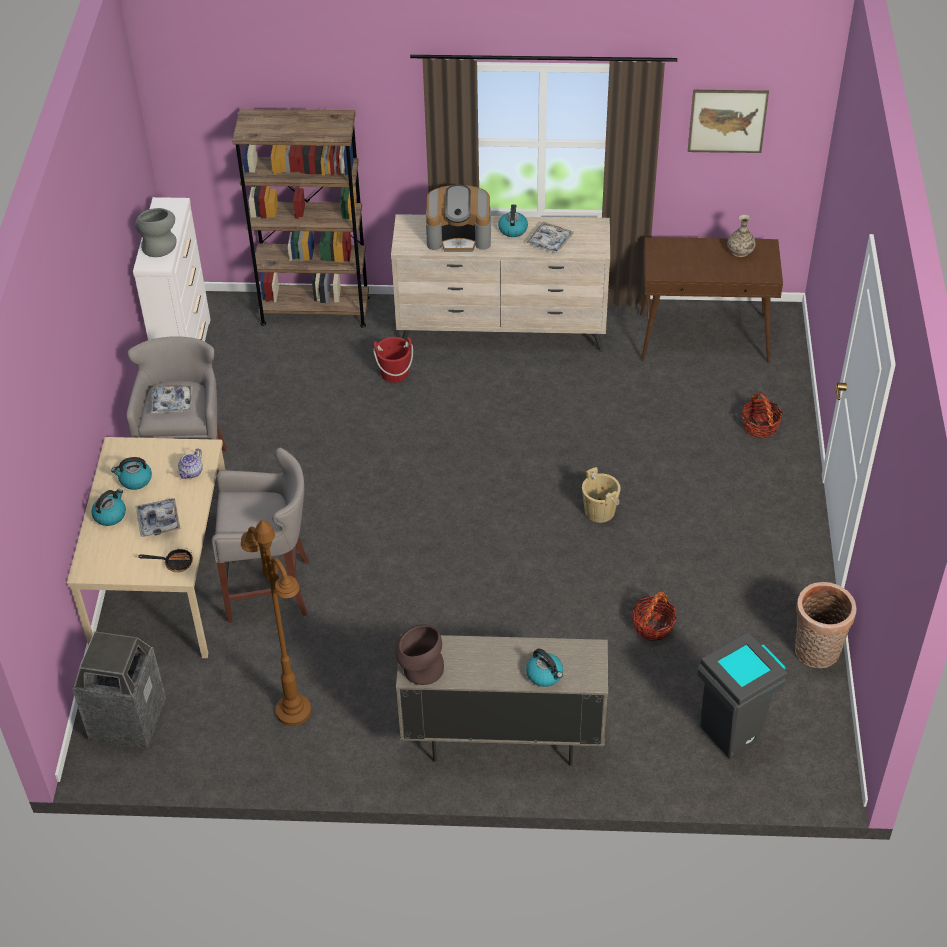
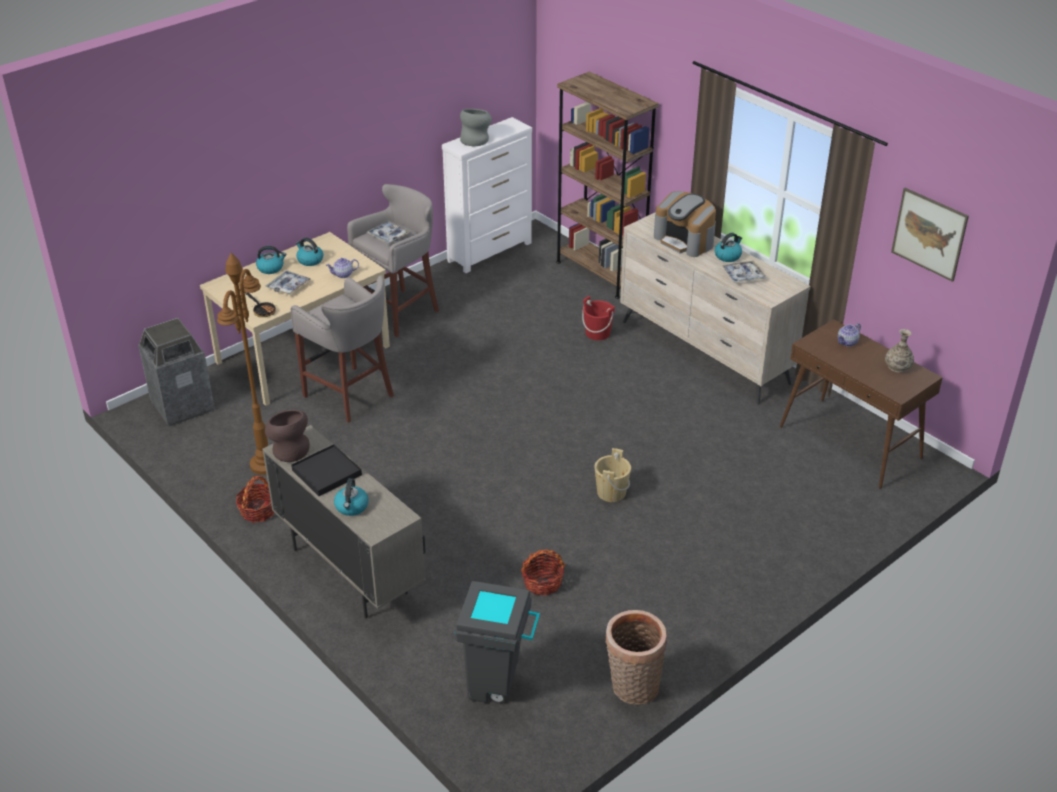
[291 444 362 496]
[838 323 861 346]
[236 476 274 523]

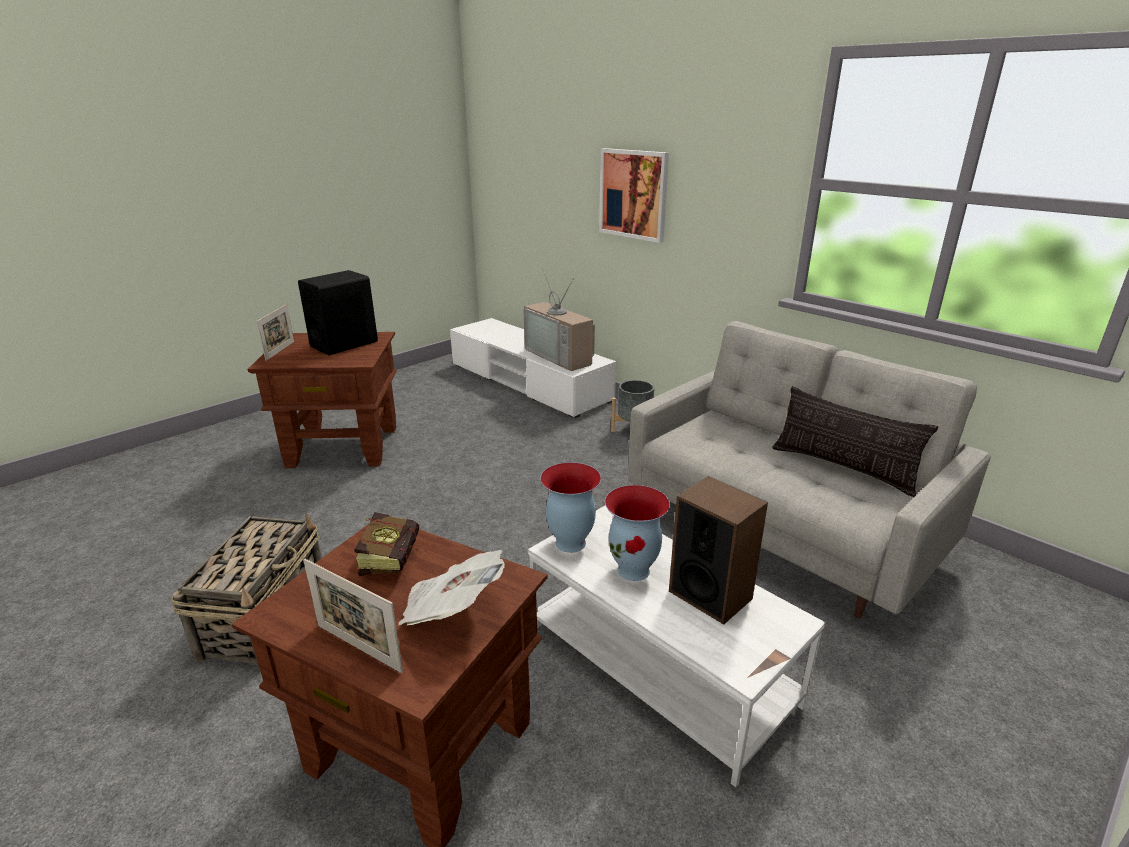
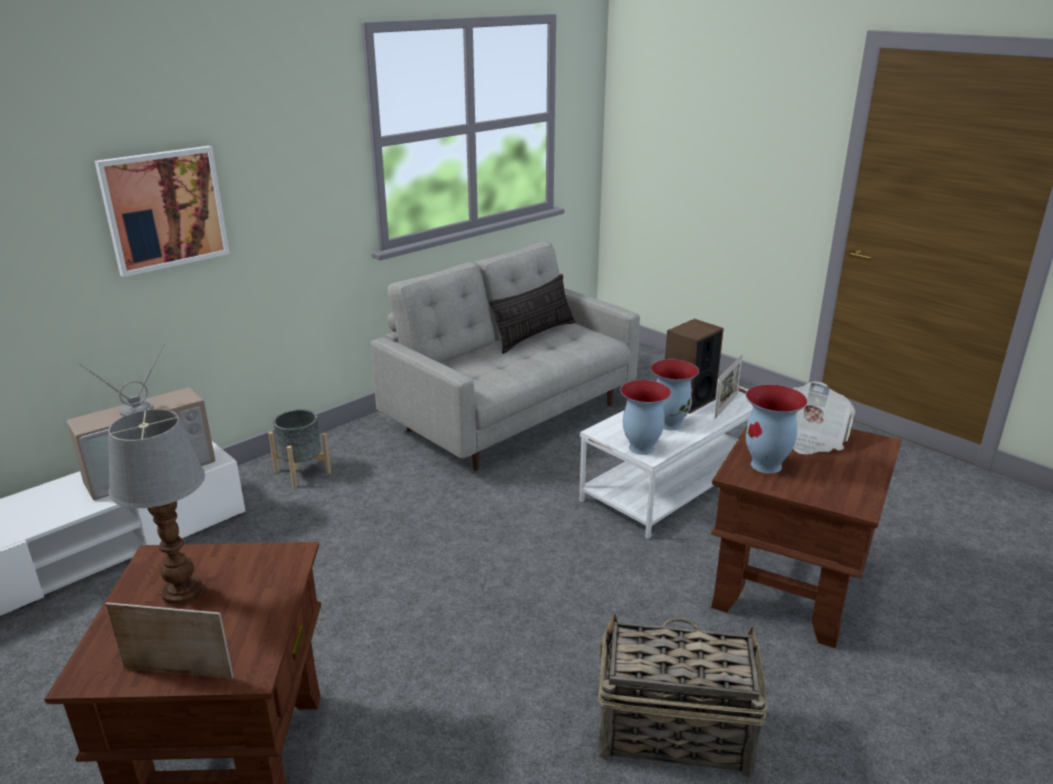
[715 355 743 419]
[108 409 205 606]
[745 384 808 474]

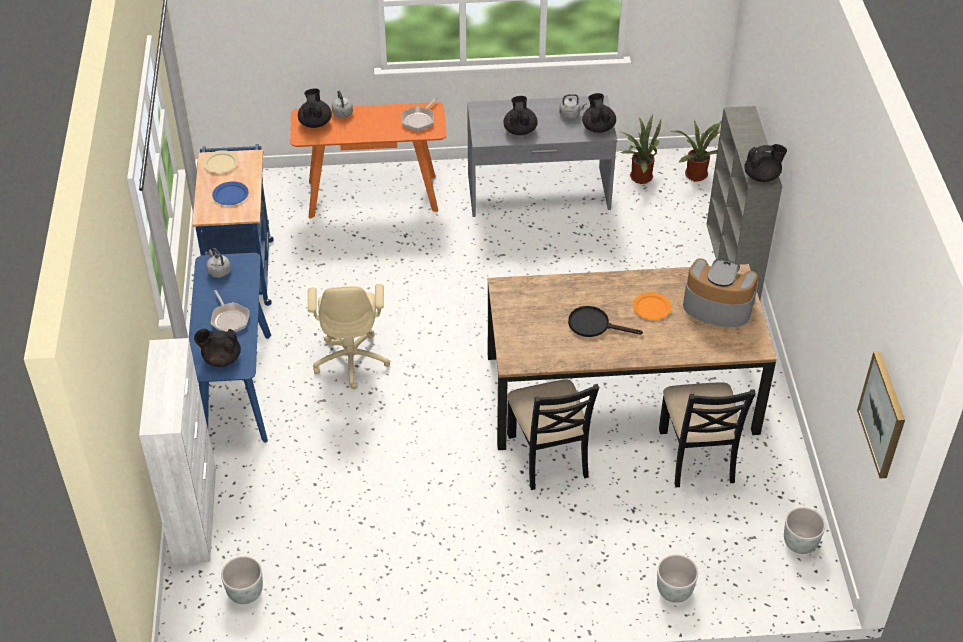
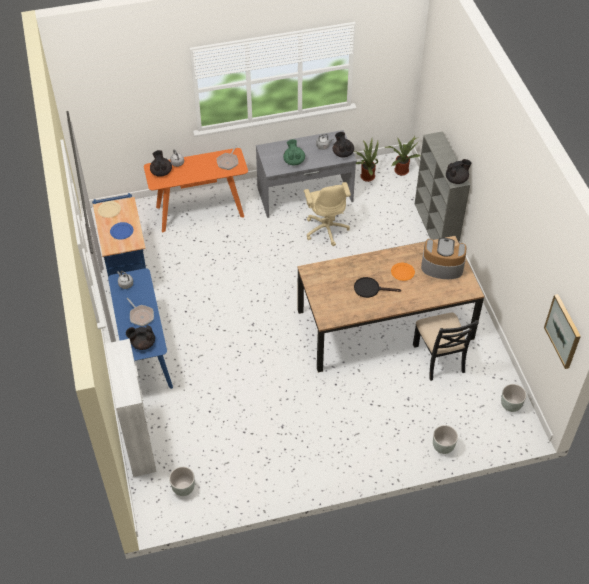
[507 380 599 490] (first image)
[304 182 351 246]
[283 139 305 165]

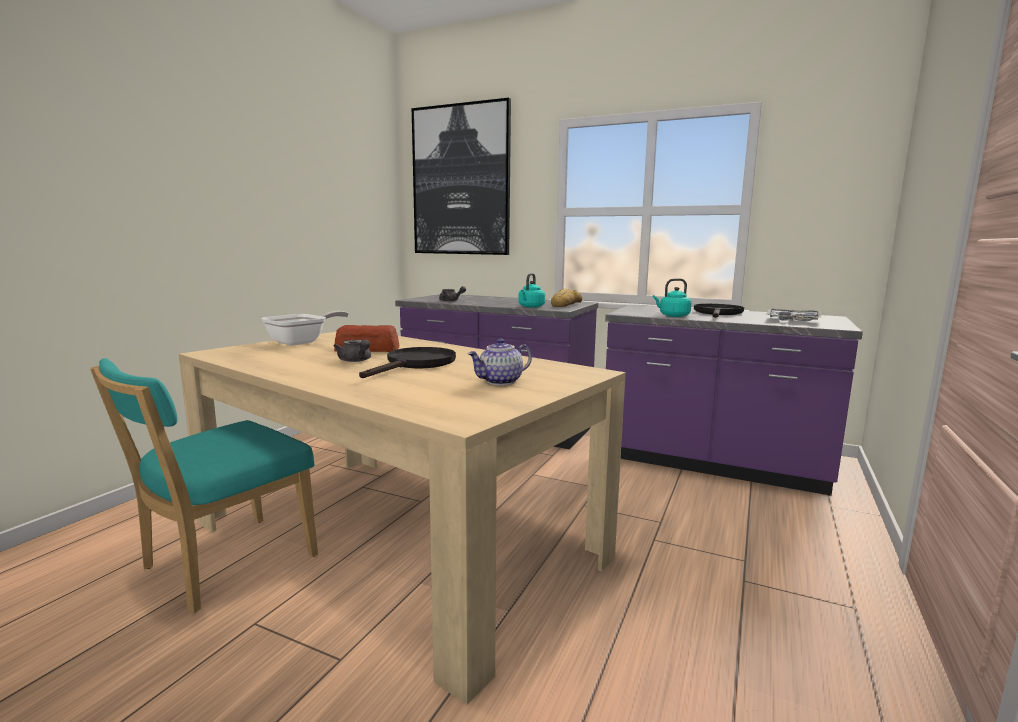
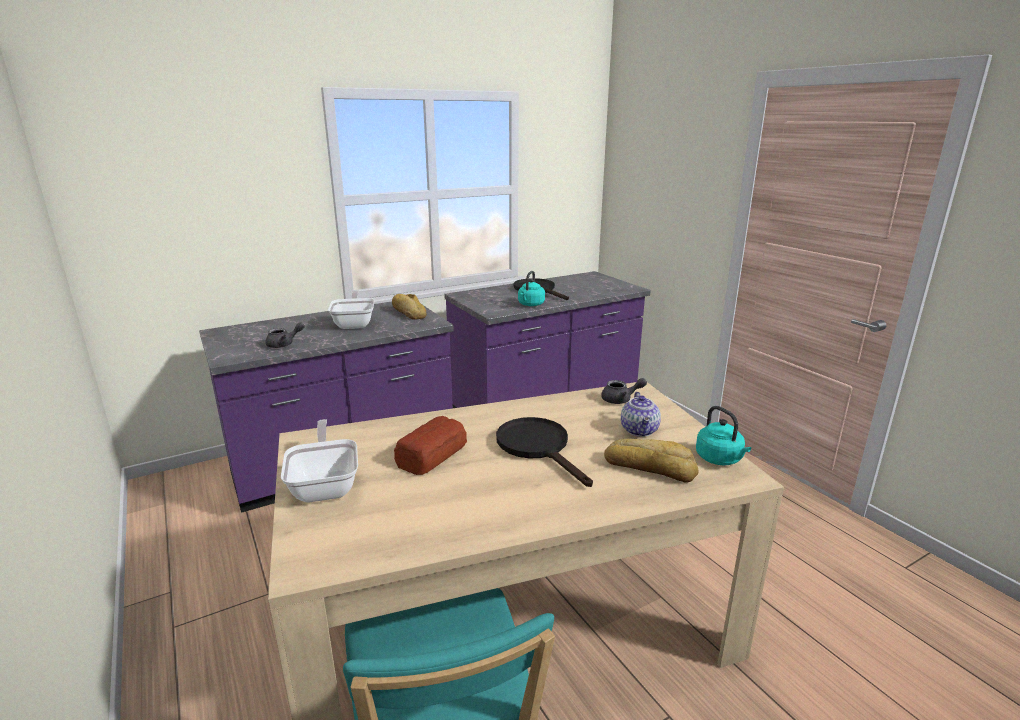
[412 98 511 255] (first image)
[765 309 821 321] (first image)
[328 290 375 329]
[604 439 698 483]
[601 378 647 404]
[696 406 751 465]

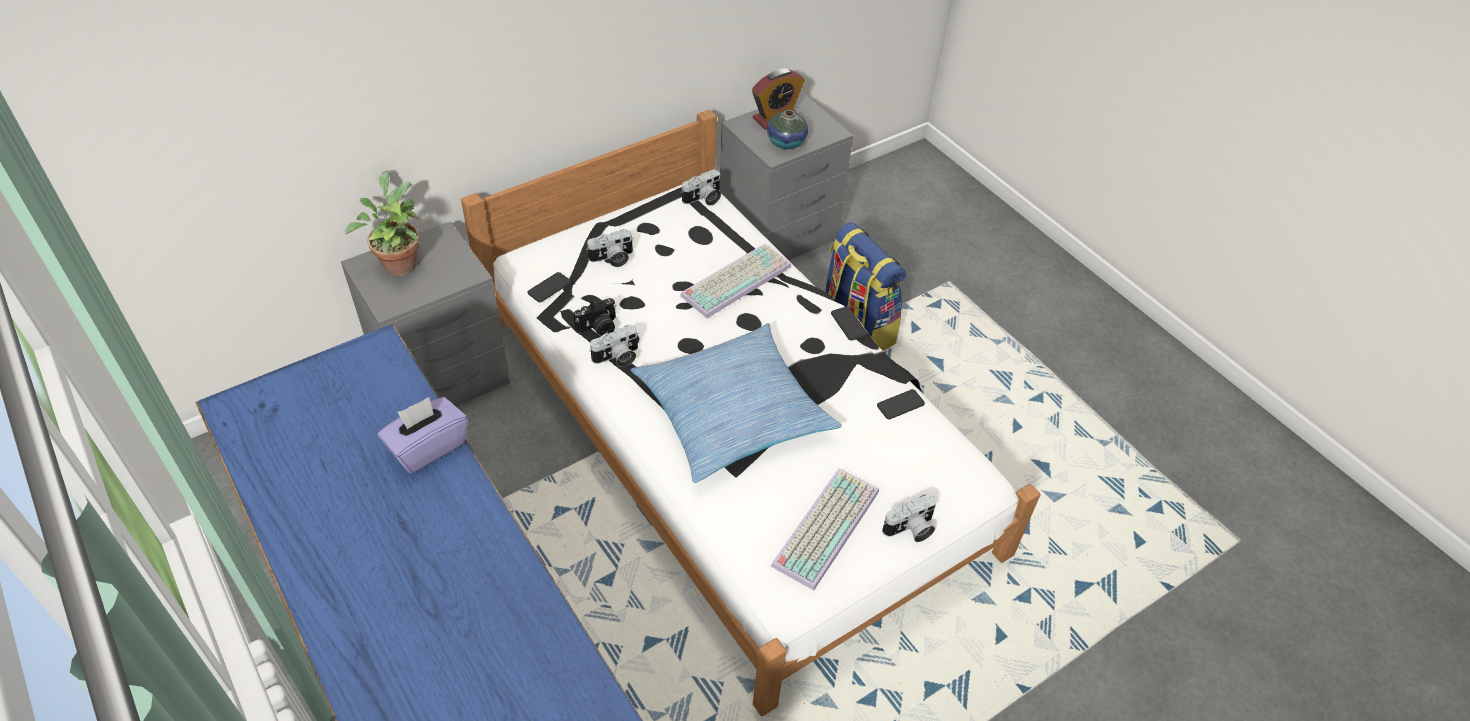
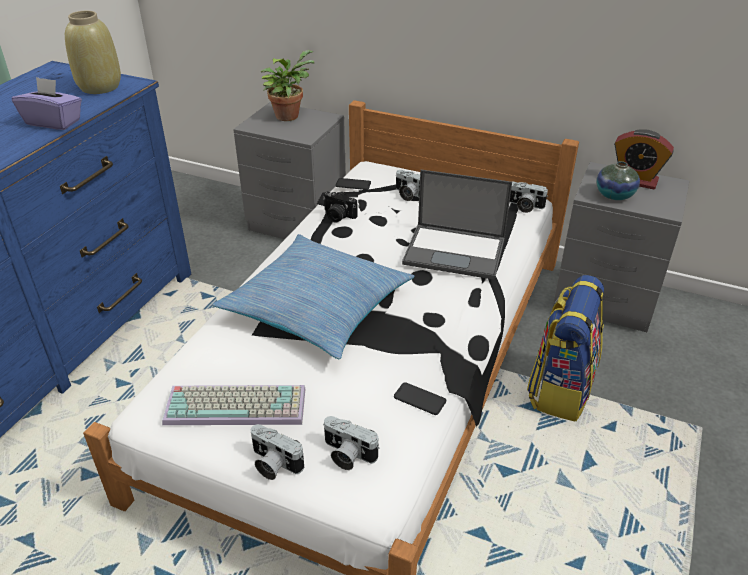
[831 306 867 341] (first image)
[65 11 121 94]
[323 416 379 470]
[402 170 512 280]

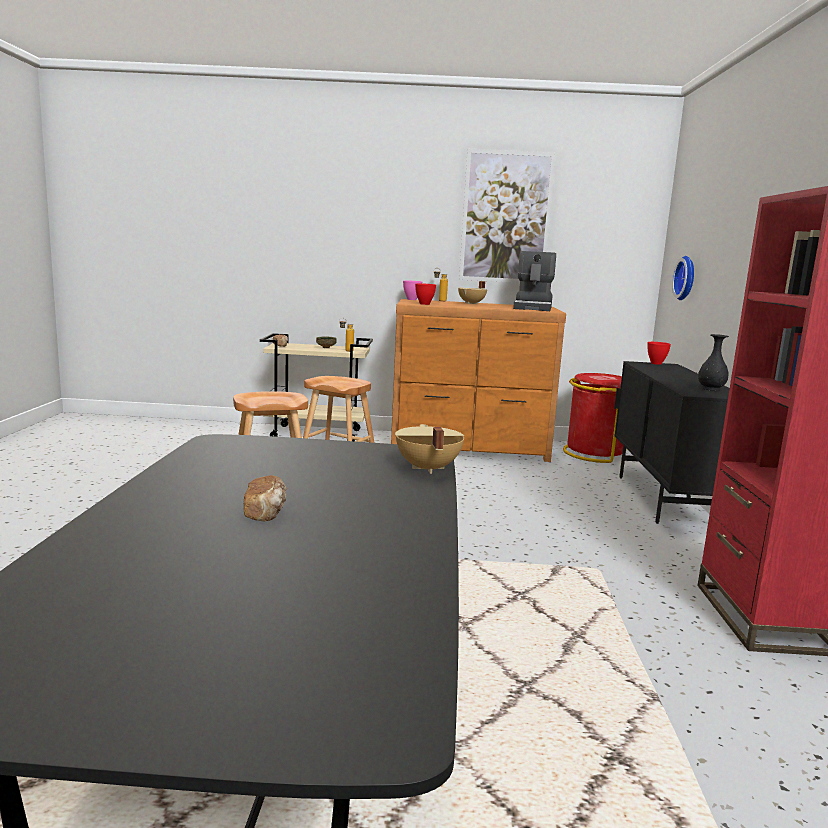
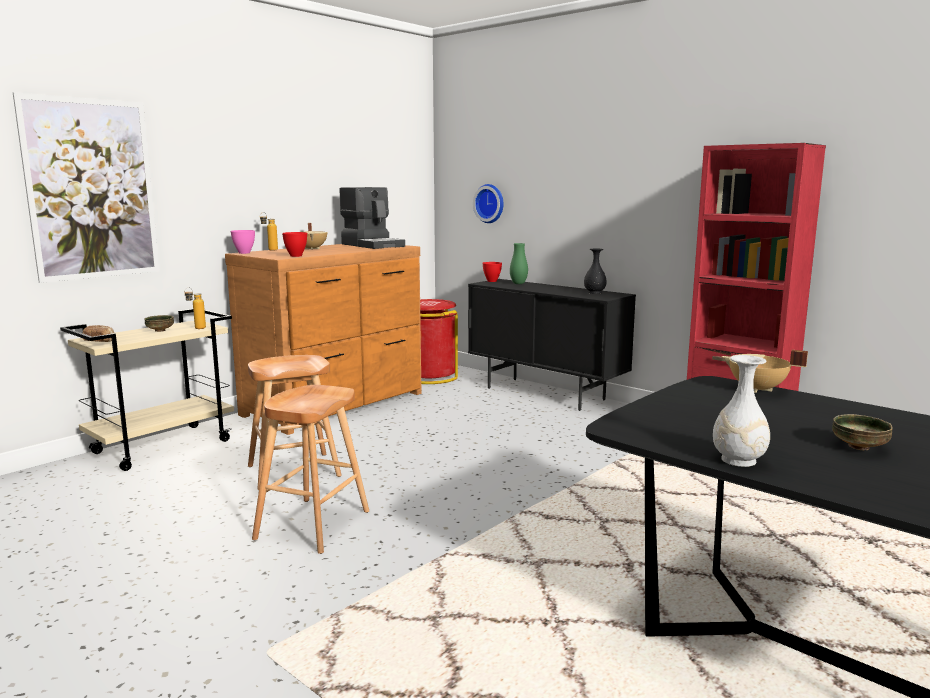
[510 243 528 284]
[713 355 770 467]
[13 92 160 283]
[832 414 893 450]

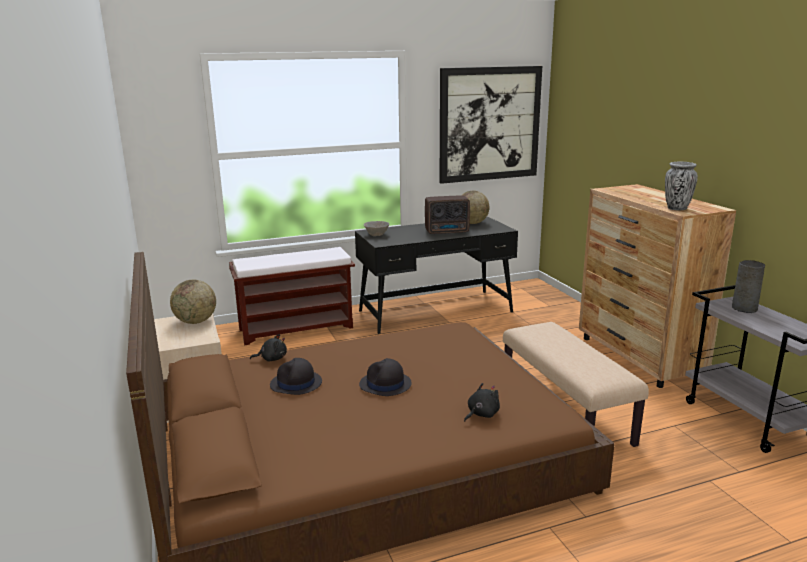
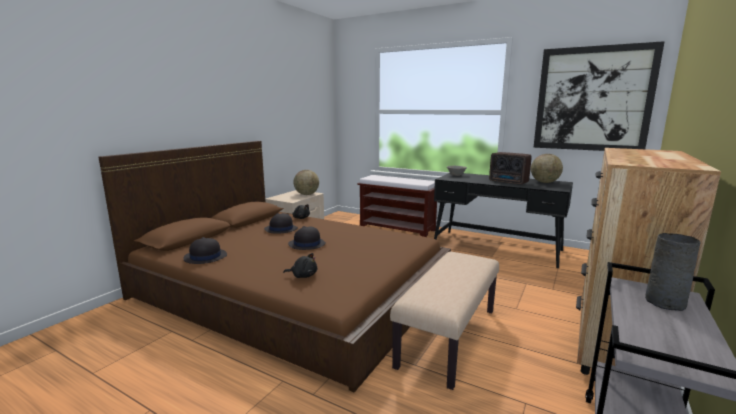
[665 162 698 210] (first image)
[183 237 227 264]

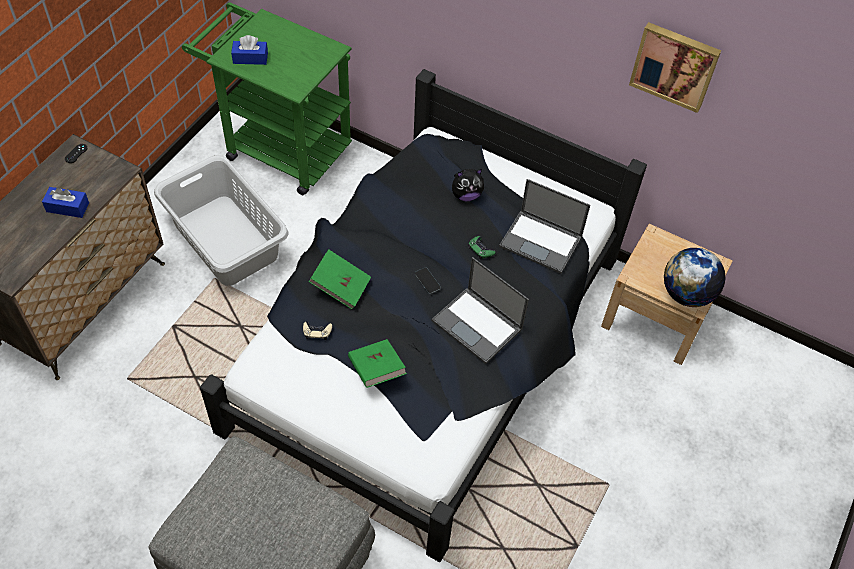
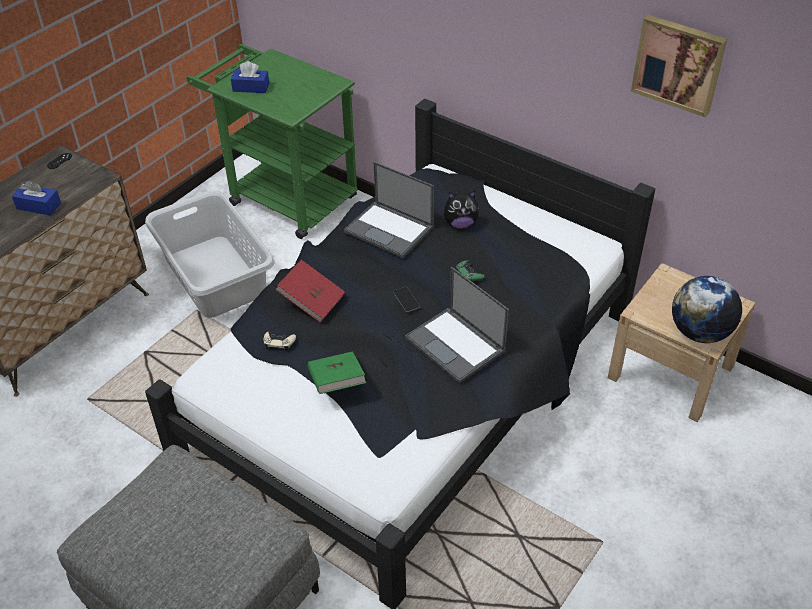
[344 162 434 258]
[275 260 345 323]

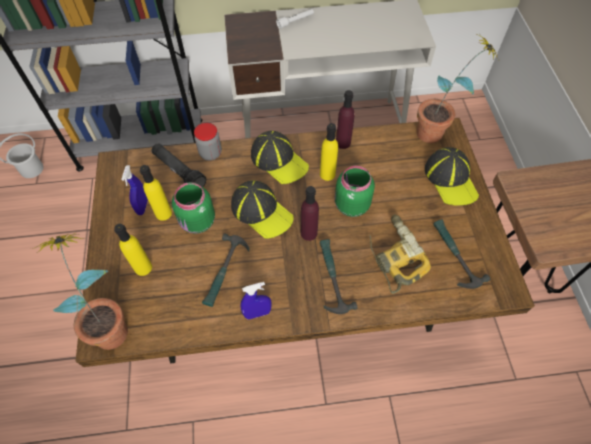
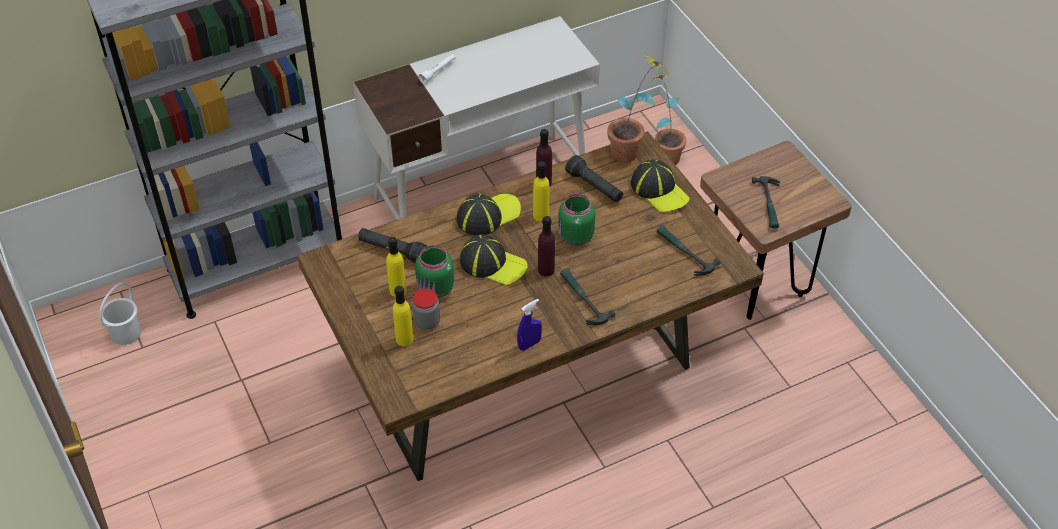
[121 165 148 215] (first image)
[369 215 431 294] (first image)
[565 155 623 202]
[649 73 686 165]
[412 289 440 330]
[752 176 780 228]
[457 194 521 236]

